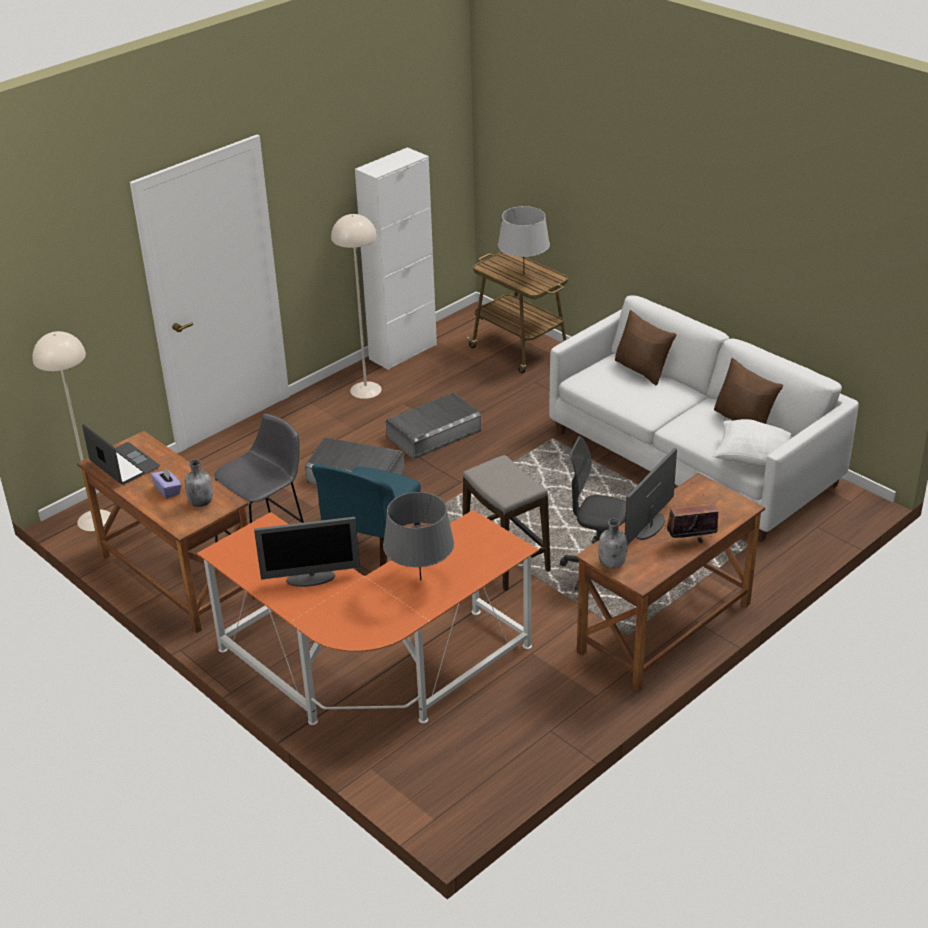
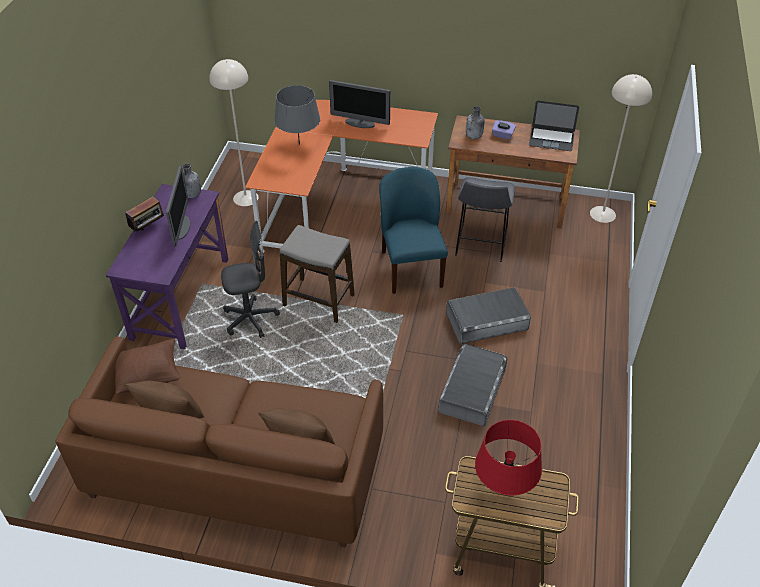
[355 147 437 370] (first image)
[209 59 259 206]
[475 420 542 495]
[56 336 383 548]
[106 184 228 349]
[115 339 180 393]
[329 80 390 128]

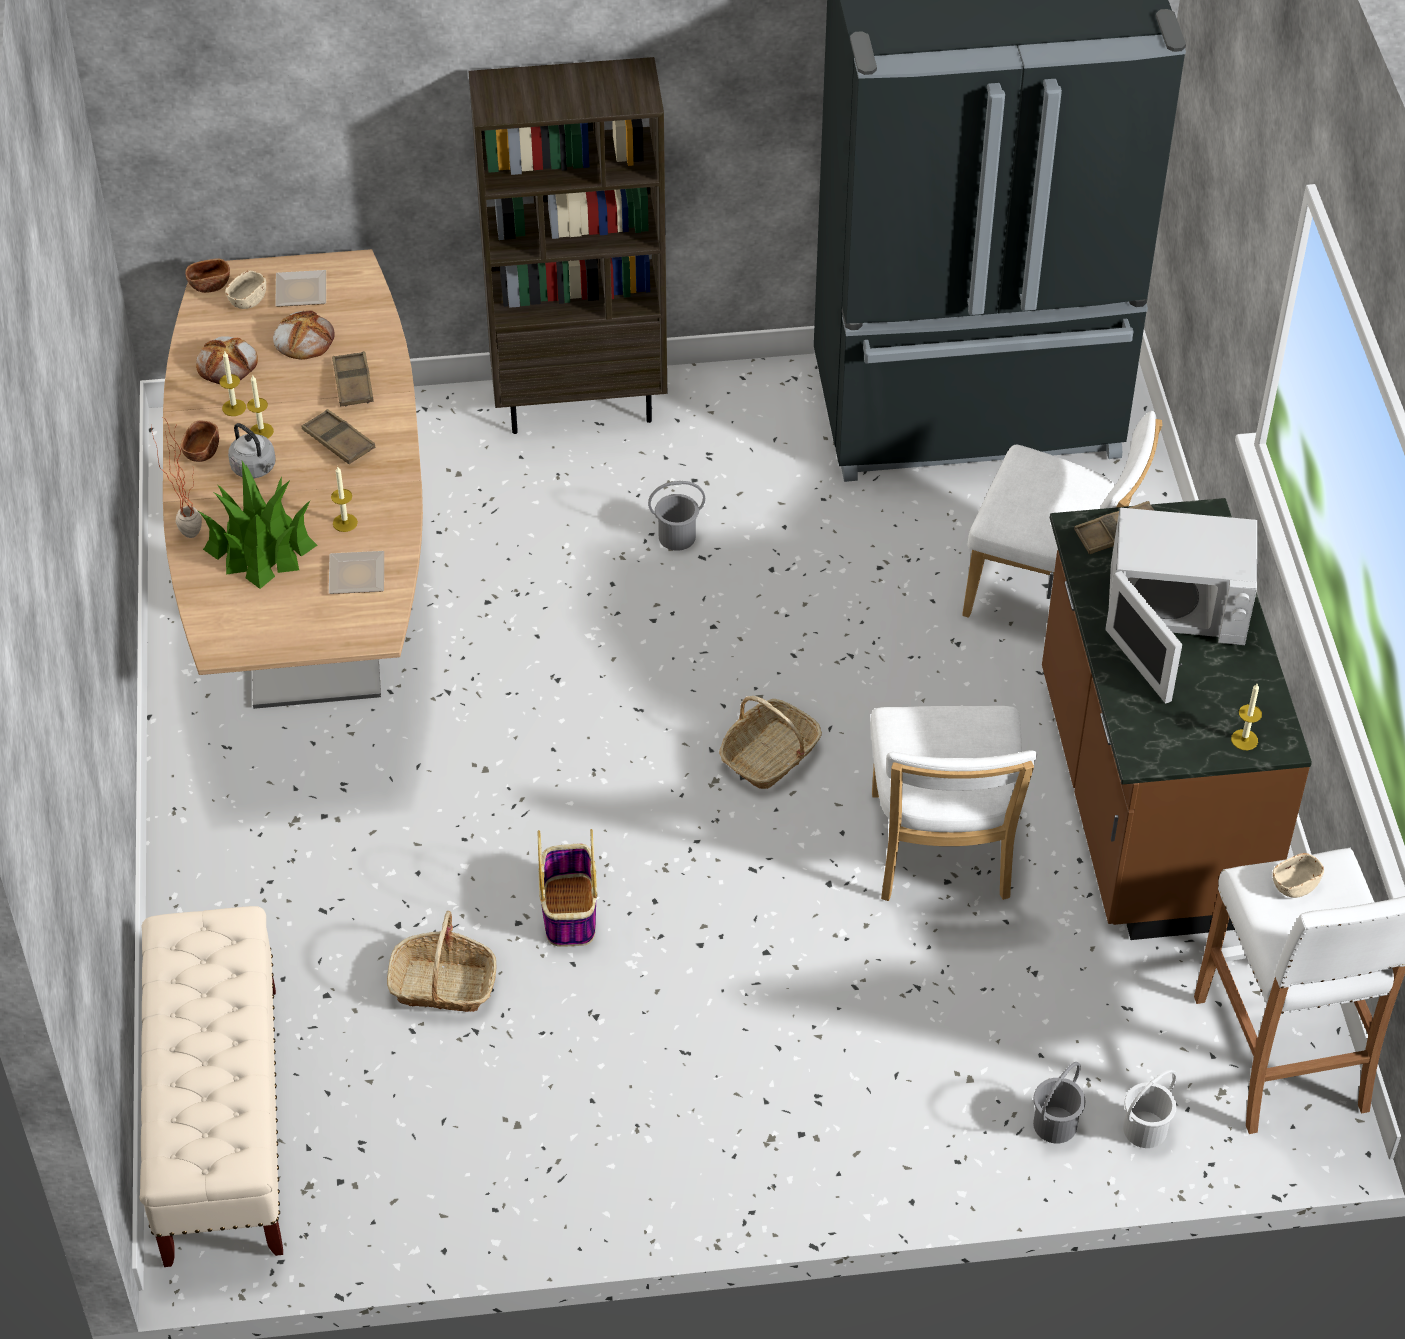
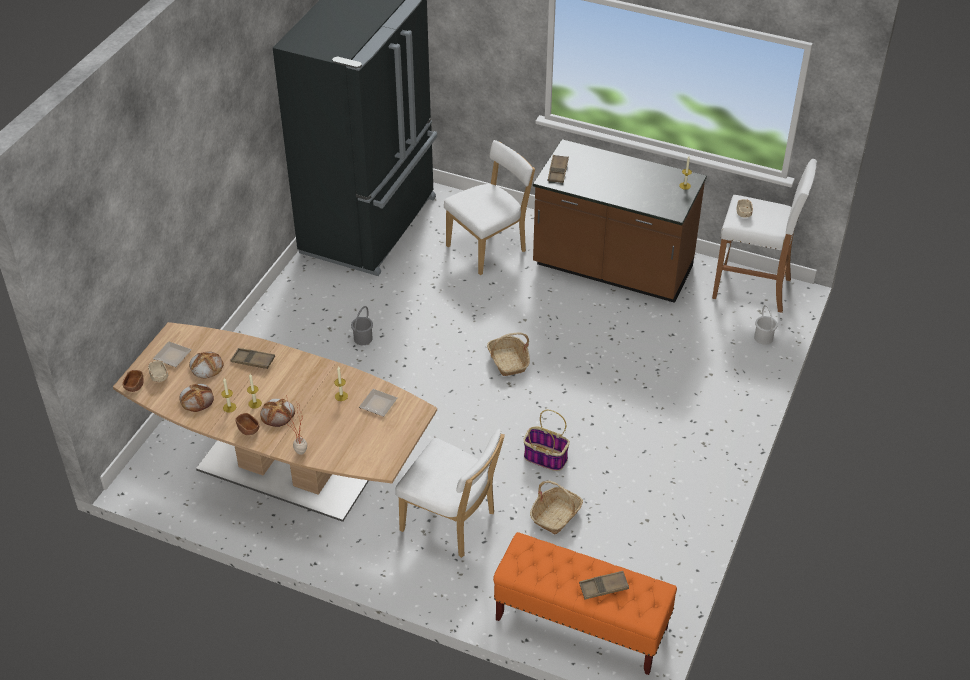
[198 461 317 589] (first image)
[468 57 667 434] (first image)
[1033 1062 1085 1143] (first image)
[1105 508 1257 704] (first image)
[579 571 629 600]
[395 429 505 558]
[260 399 295 427]
[493 532 677 675]

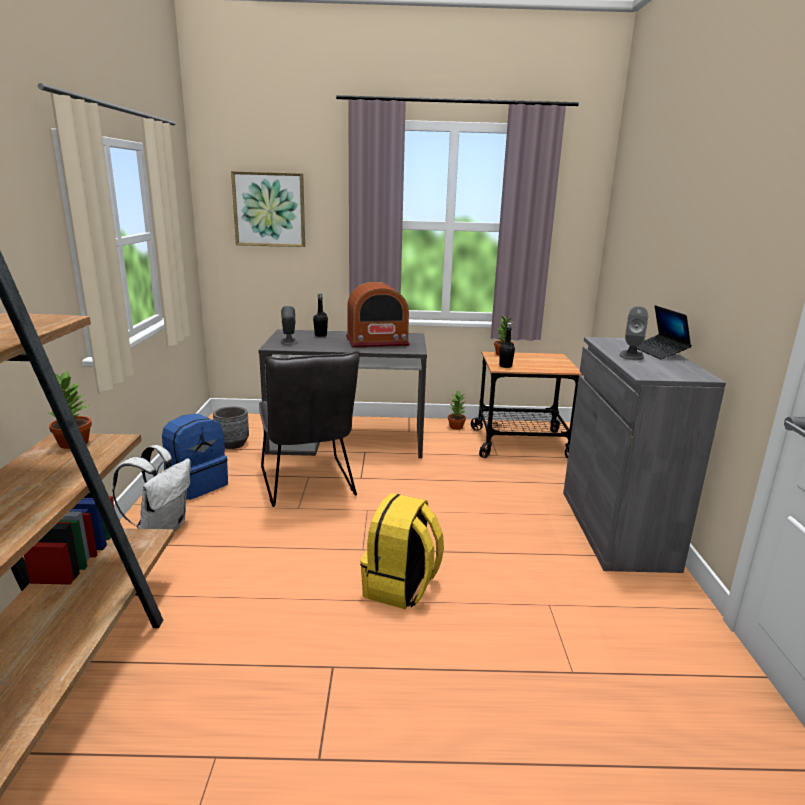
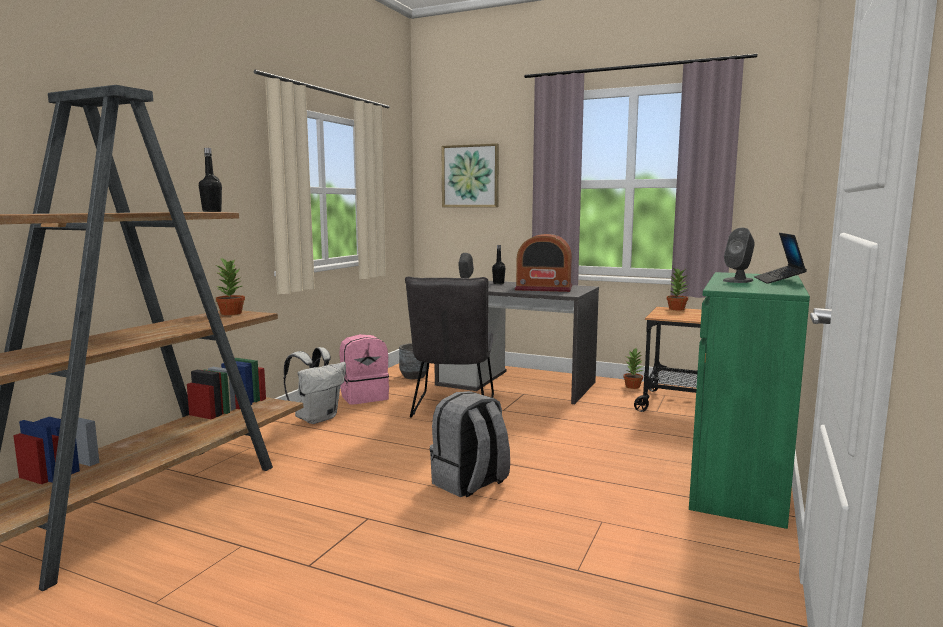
[199 148 222 212]
[340 334 389 405]
[430 391 510 497]
[689 272 810 529]

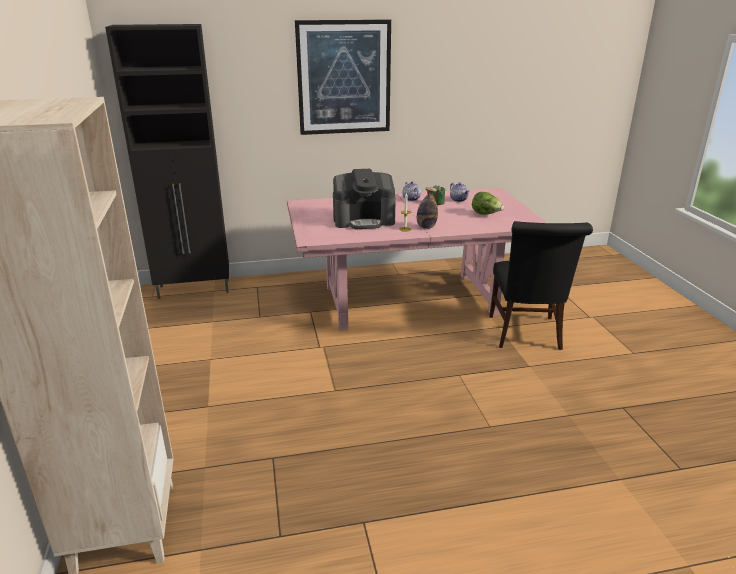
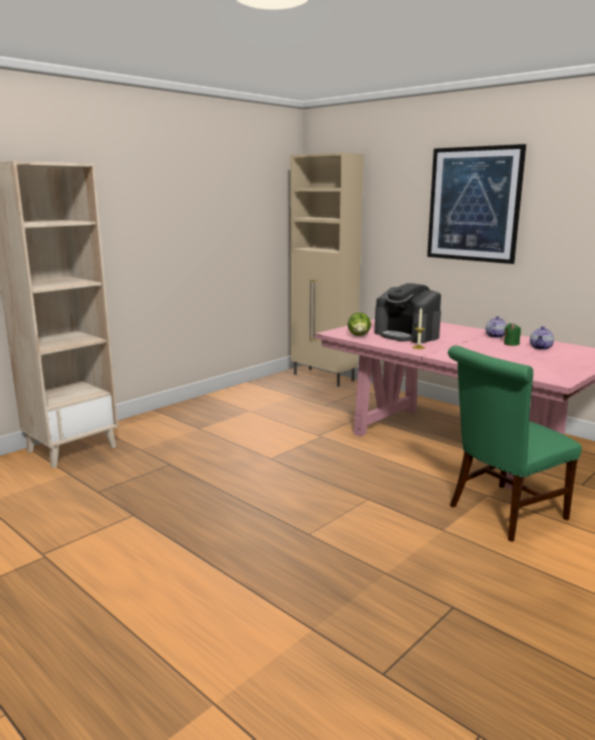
[417 187 438 229] (first image)
[348 312 371 336]
[290 153 364 387]
[448 346 582 542]

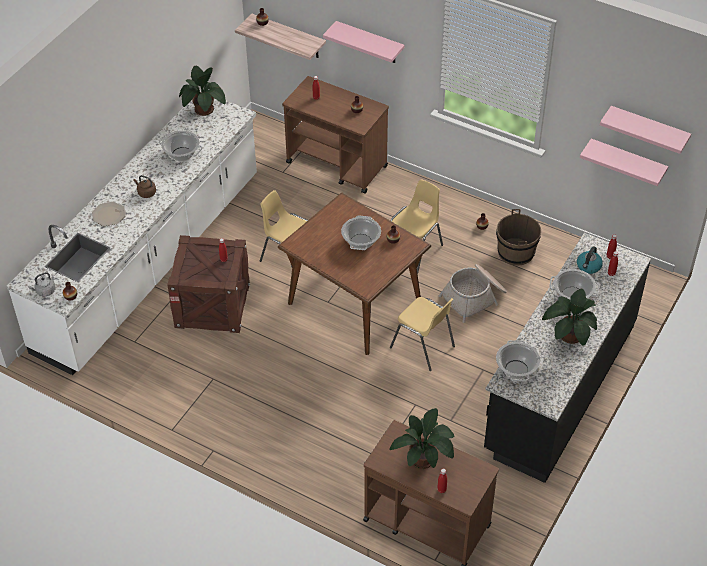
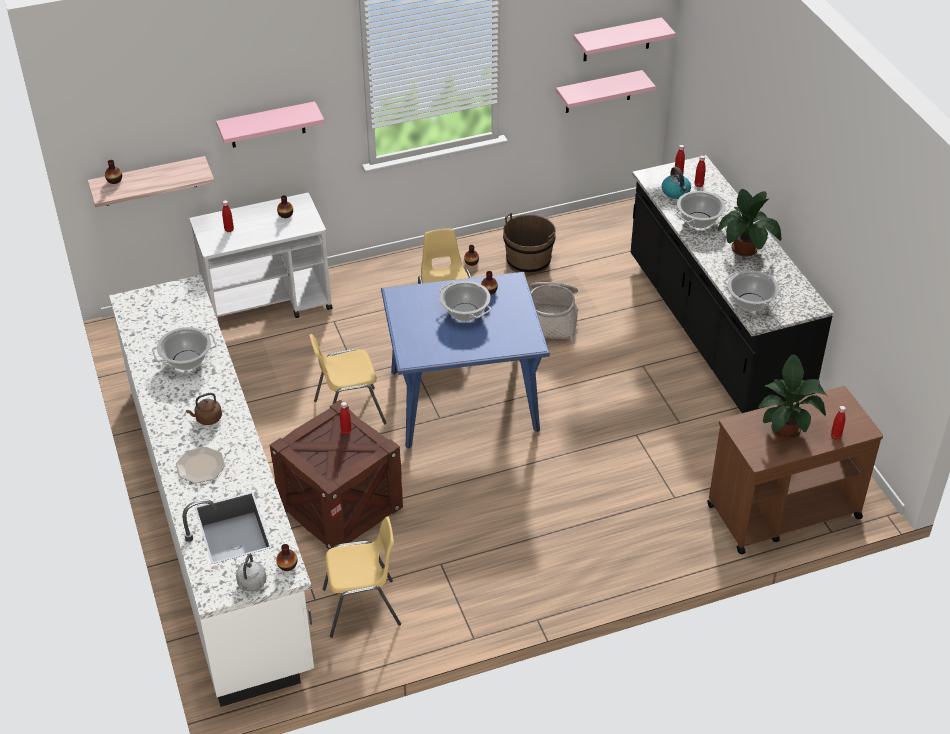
[179 66 226 116] (first image)
[323 517 401 638]
[381 272 550 448]
[189 193 333 324]

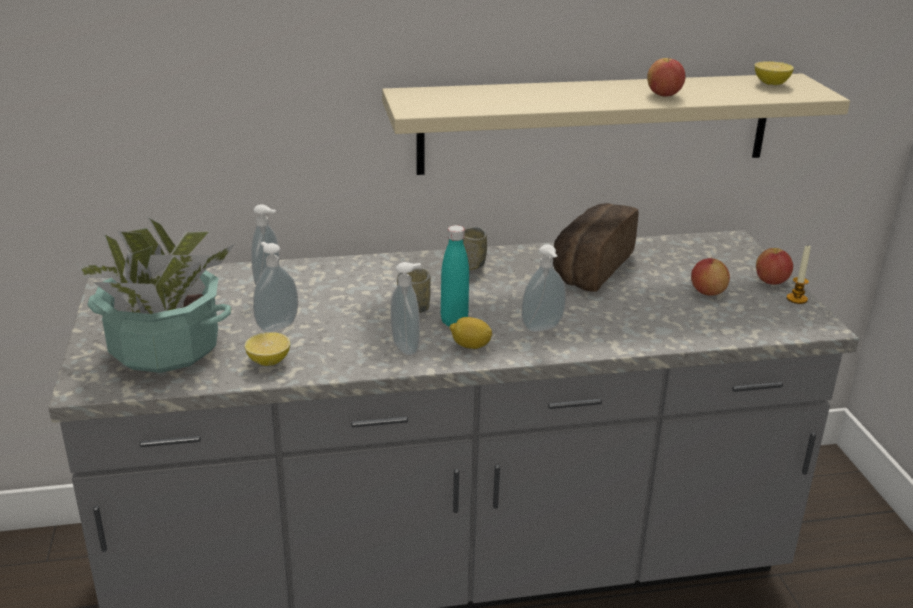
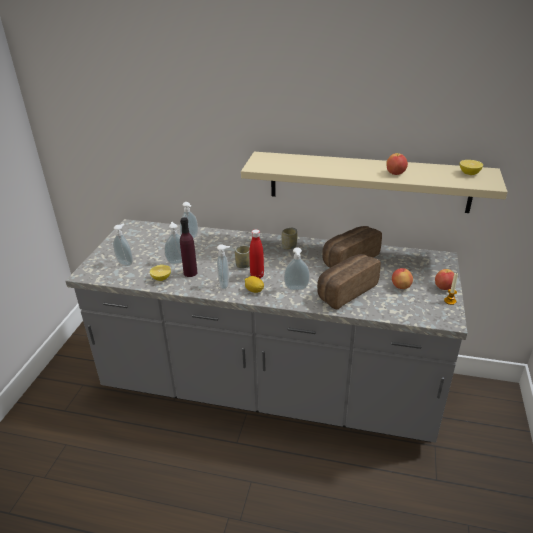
[180 217 197 277]
[317 254 381 310]
[113 224 133 266]
[249 229 264 279]

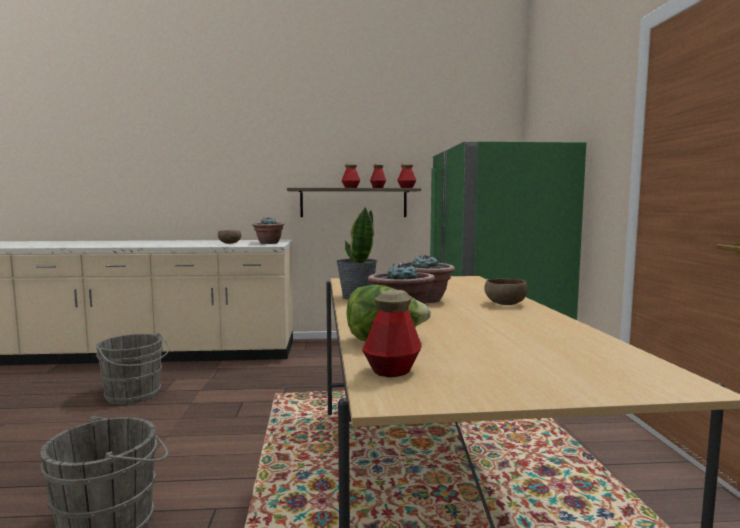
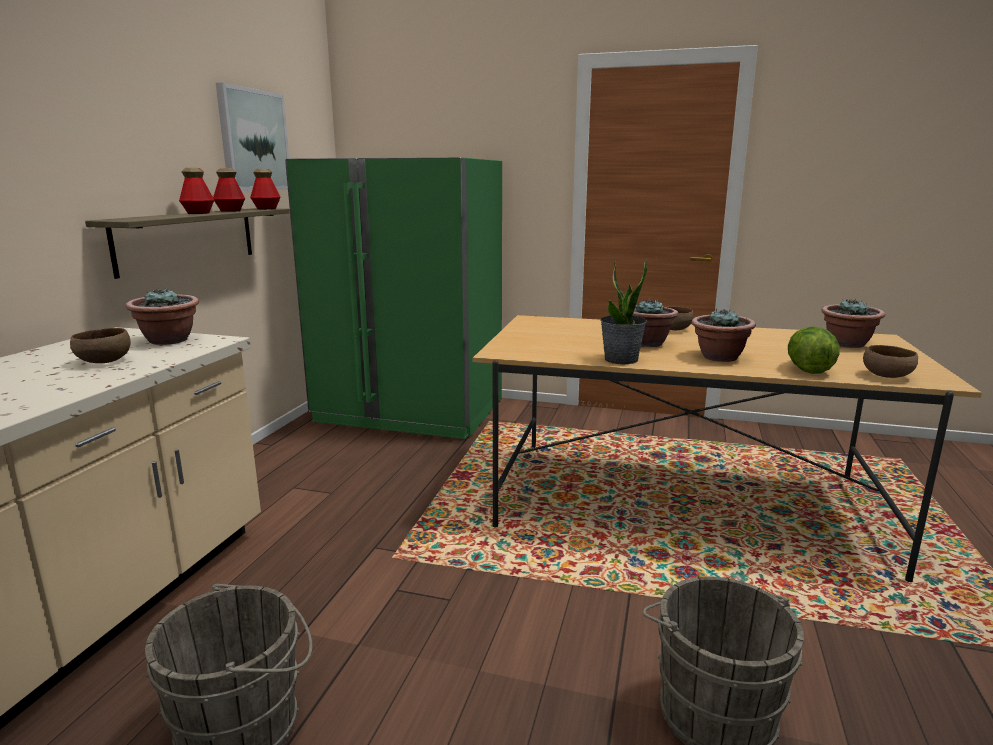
[216 82 289 191]
[821 299 885 348]
[863 345 918 378]

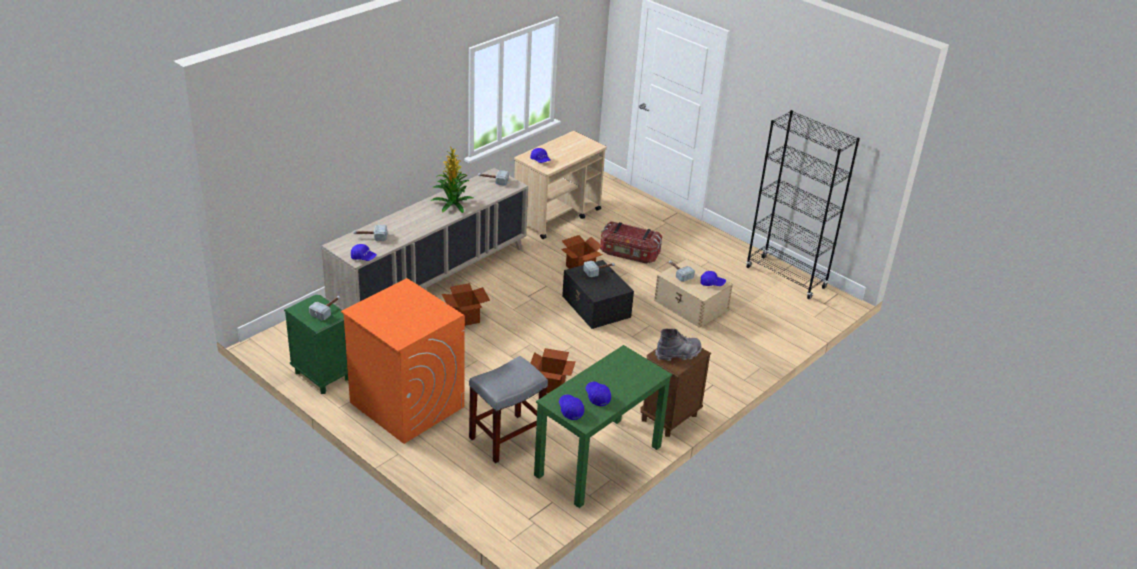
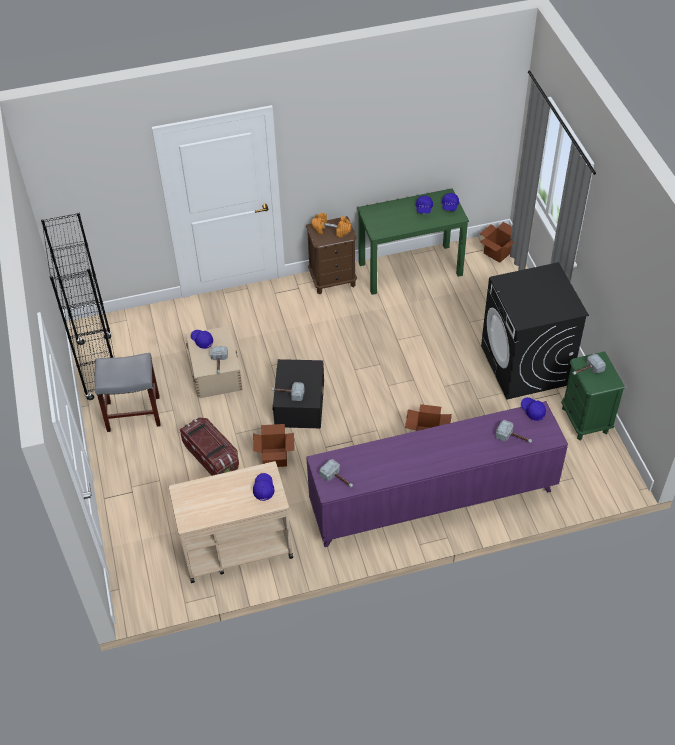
[431 146 473 213] (first image)
[95 353 161 432]
[480 222 514 263]
[312 213 351 238]
[306 401 568 547]
[481 262 589 400]

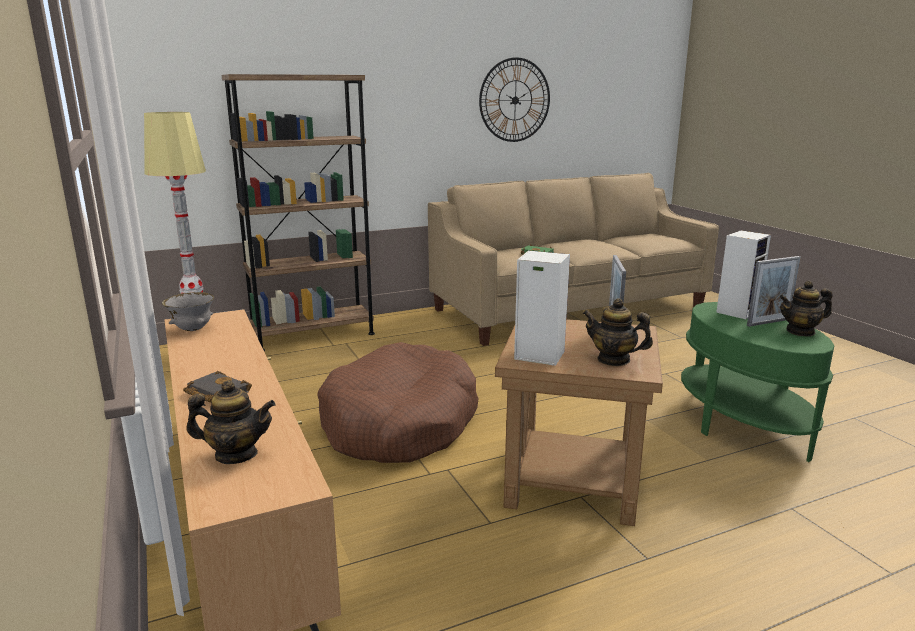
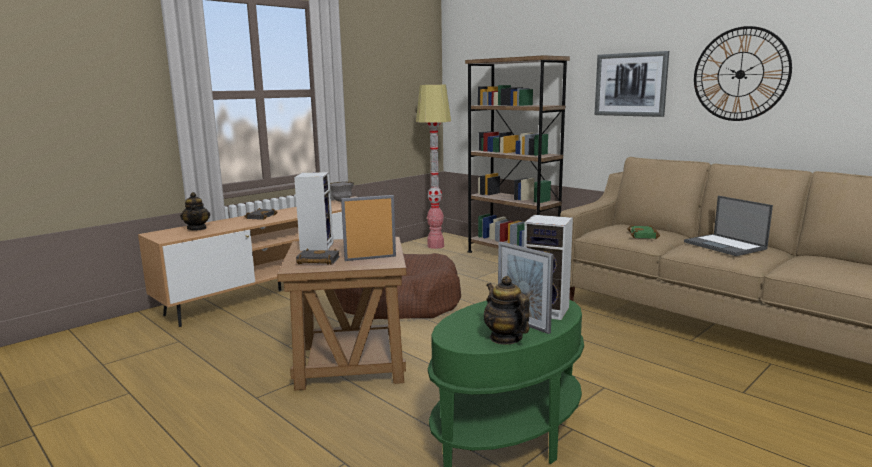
[595 51 669 117]
[684 196 773 256]
[296 248 340 265]

